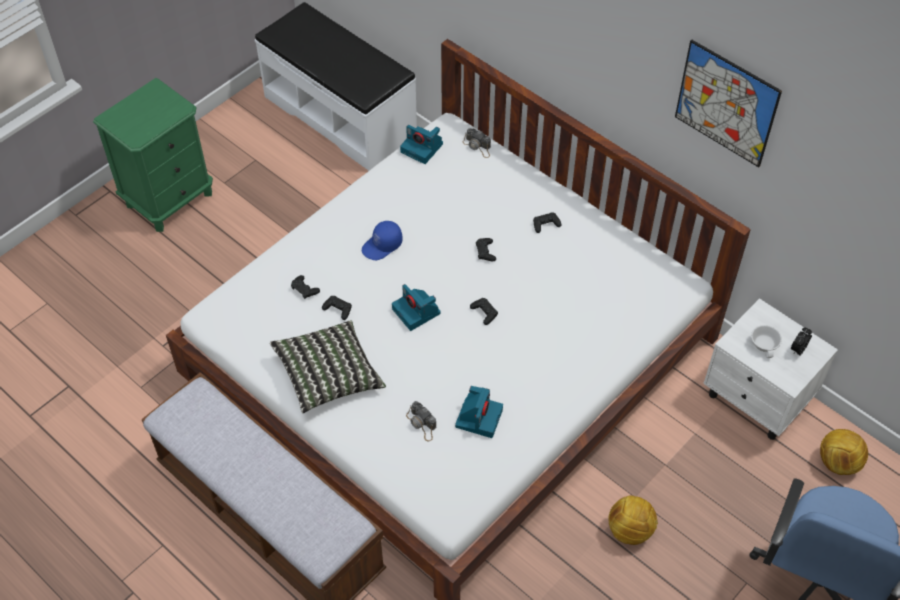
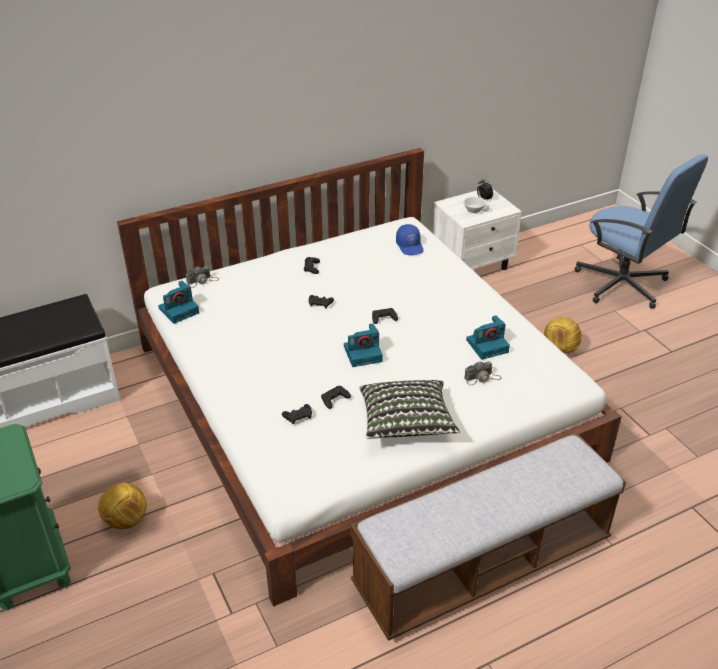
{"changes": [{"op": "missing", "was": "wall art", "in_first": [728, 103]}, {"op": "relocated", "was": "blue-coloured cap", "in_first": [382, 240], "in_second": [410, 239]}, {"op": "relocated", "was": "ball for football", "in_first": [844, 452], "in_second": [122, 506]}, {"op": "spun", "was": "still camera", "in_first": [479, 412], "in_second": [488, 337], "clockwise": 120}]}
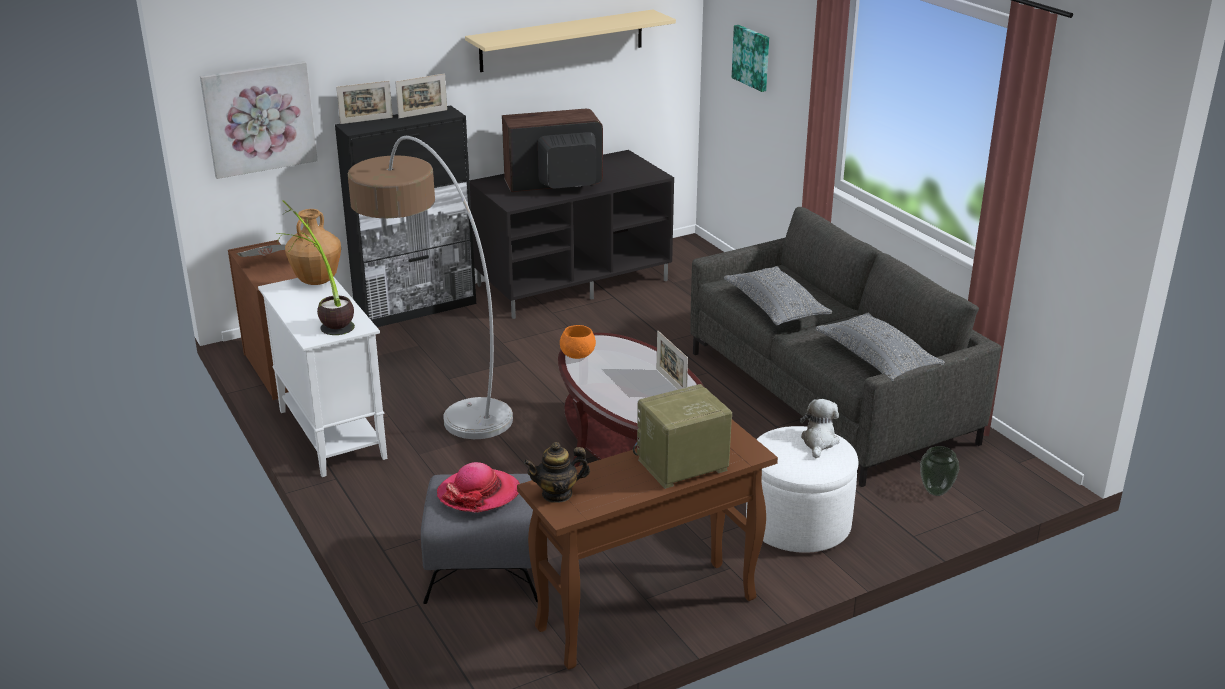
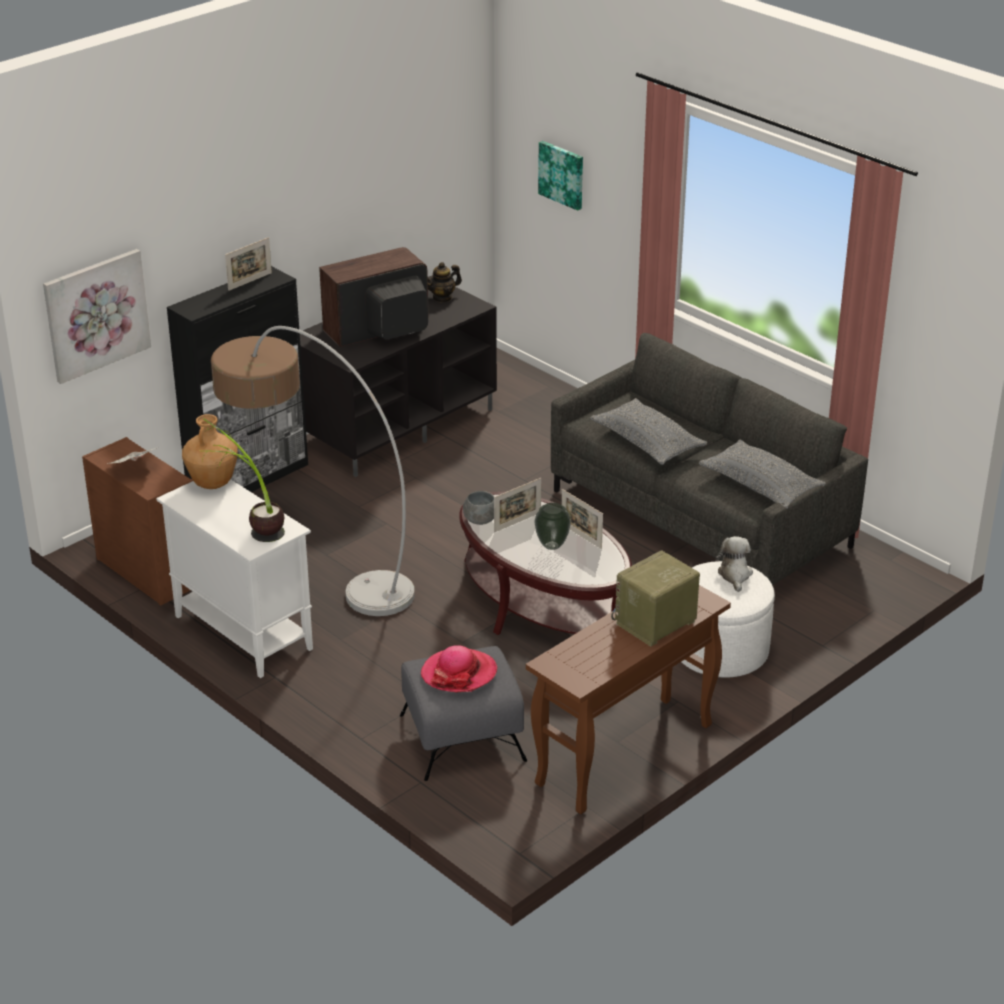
{"changes": [{"op": "missing", "was": "sand-coloured shelf", "in_first": [570, 41]}, {"op": "relocated", "was": "photo frame", "in_first": [364, 102], "in_second": [517, 505]}, {"op": "relocated", "was": "teapot", "in_first": [557, 472], "in_second": [445, 282]}, {"op": "relocated", "was": "flower vase", "in_first": [939, 471], "in_second": [552, 526]}, {"op": "colour", "was": "orange bowl", "now": "greyish bowl", "in_first": [578, 342], "in_second": [478, 508]}]}
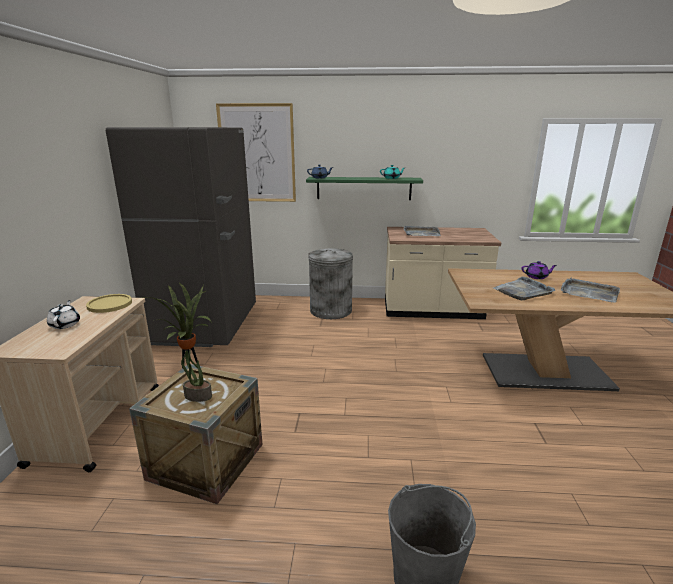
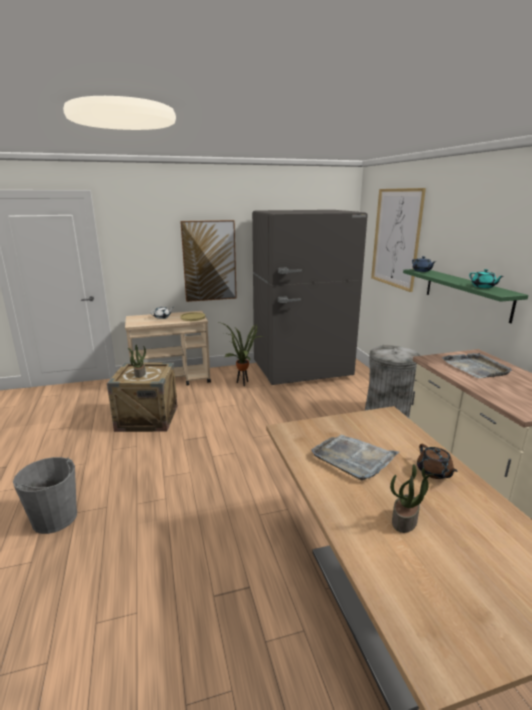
{"changes": [{"op": "appeared", "now": "wall art", "in_second": [208, 261]}, {"op": "exchanged", "was": "greyish serving tray", "now": "potted plant", "in_first": [590, 290], "in_second": [411, 498]}, {"op": "colour", "was": "purple teapot", "now": "brownish teapot", "in_first": [539, 270], "in_second": [437, 461]}]}
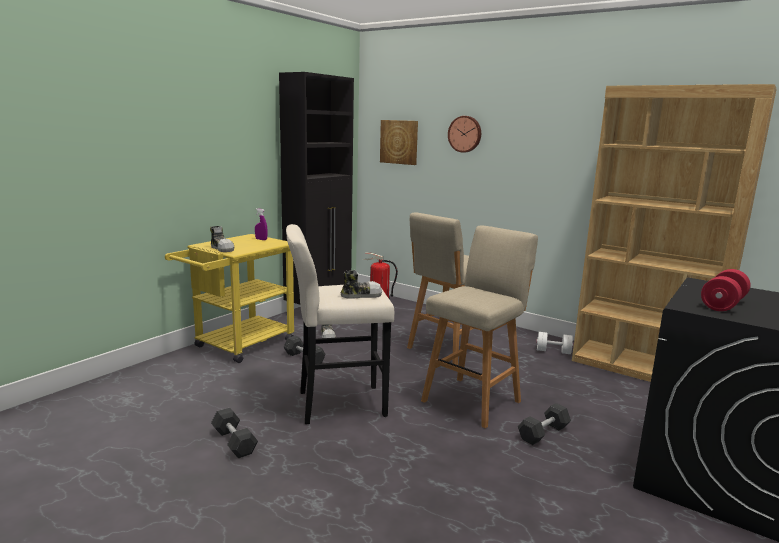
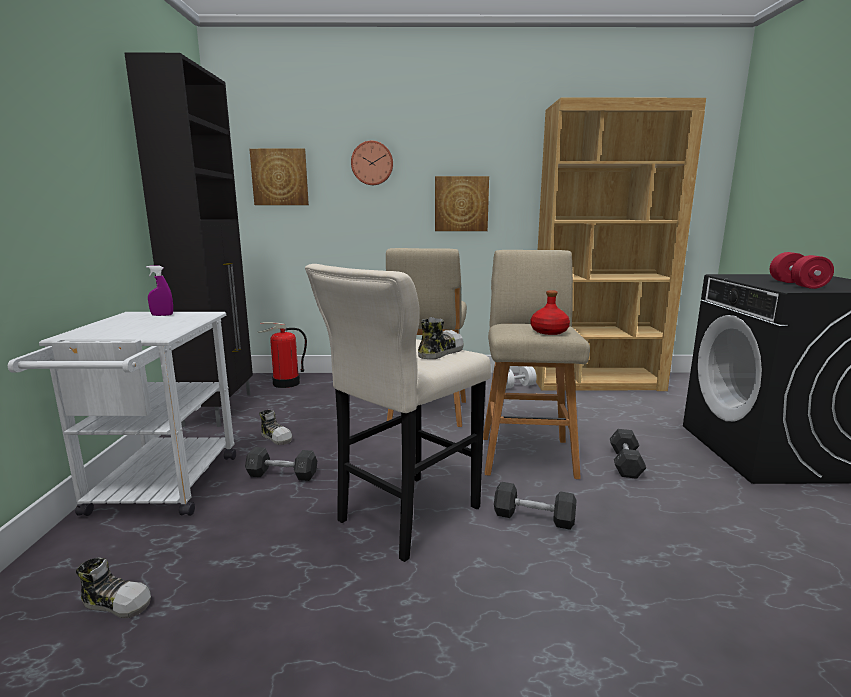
{"changes": [{"op": "appeared", "now": "wall art", "in_second": [462, 203]}, {"op": "appeared", "now": "red-coloured drink bottle", "in_second": [550, 312]}, {"op": "relocated", "was": "low shoe", "in_first": [222, 239], "in_second": [113, 587]}, {"op": "relocated", "was": "greyish hand weight", "in_first": [234, 433], "in_second": [535, 506]}, {"op": "colour", "was": "yellow cart", "now": "white-coloured cart", "in_first": [229, 298], "in_second": [122, 414]}]}
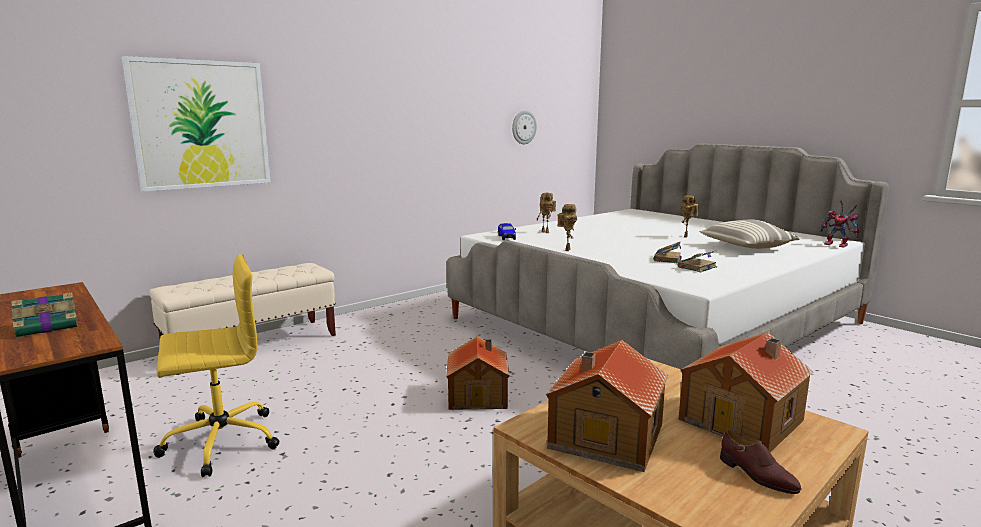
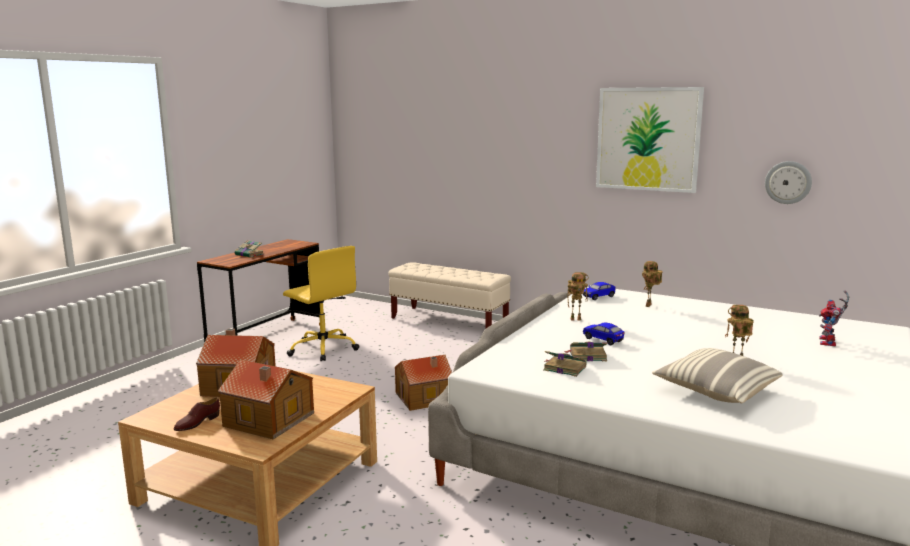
{"changes": [{"op": "appeared", "now": "model car", "in_second": [603, 334]}, {"op": "relocated", "was": "wall art", "in_first": [196, 124], "in_second": [650, 140]}, {"op": "relocated", "was": "robot figure", "in_first": [840, 224], "in_second": [834, 318]}]}
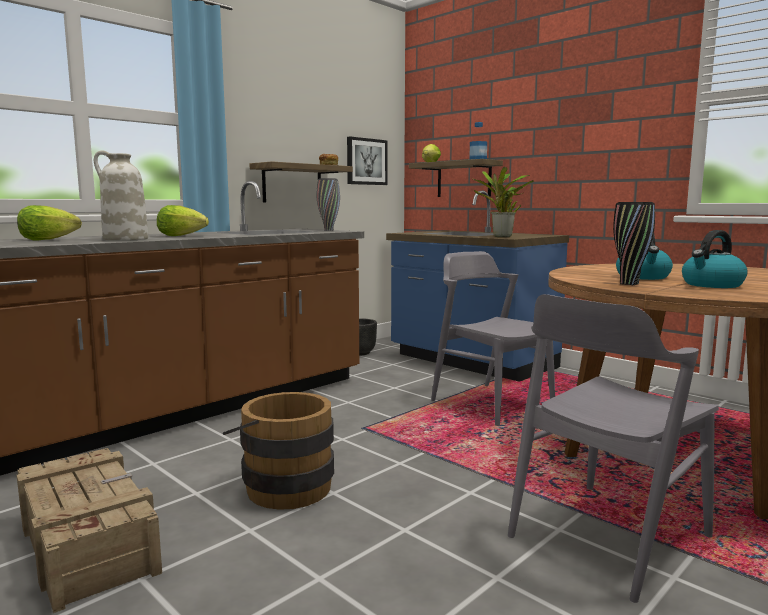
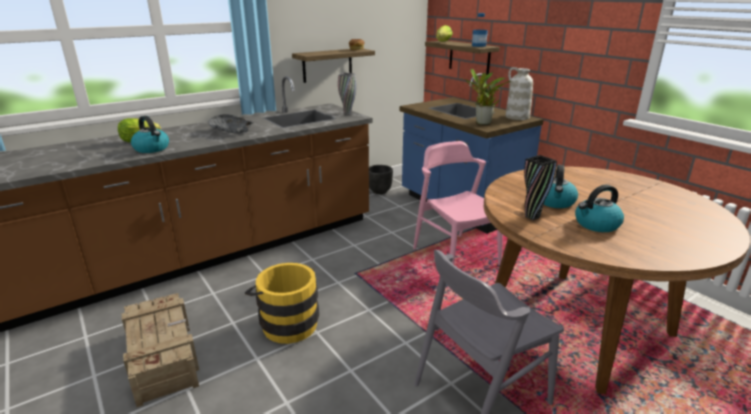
{"changes": [{"op": "missing", "was": "wall art", "in_first": [367, 160]}, {"op": "appeared", "now": "water kettle", "in_second": [150, 134]}, {"op": "relocated", "was": "white-coloured flower vase", "in_first": [121, 195], "in_second": [519, 93]}, {"op": "exchanged", "was": "head of lettuce", "now": "greyish bowl", "in_first": [183, 220], "in_second": [231, 124]}, {"op": "colour", "was": "brownish water bucket", "now": "yellow water bucket", "in_first": [278, 451], "in_second": [282, 303]}, {"op": "colour", "was": "greyish upright chair", "now": "pinkish upright chair", "in_first": [493, 338], "in_second": [458, 203]}]}
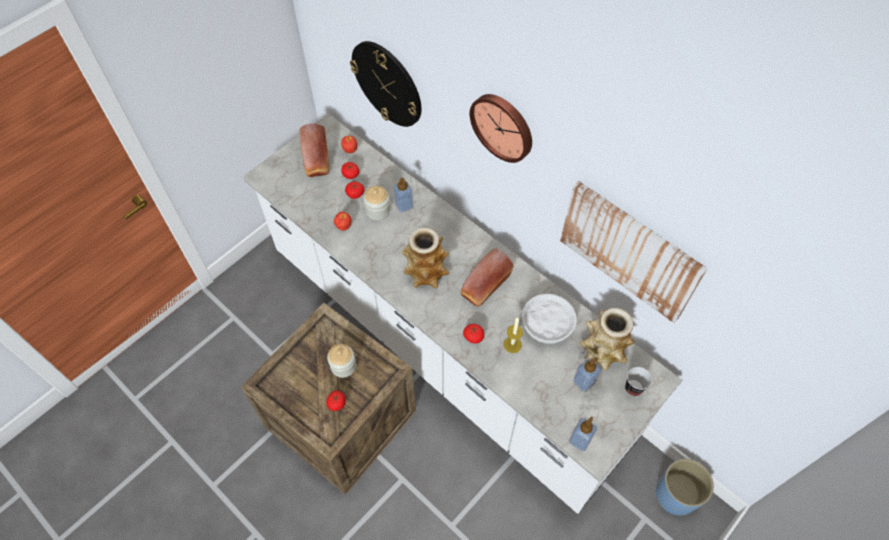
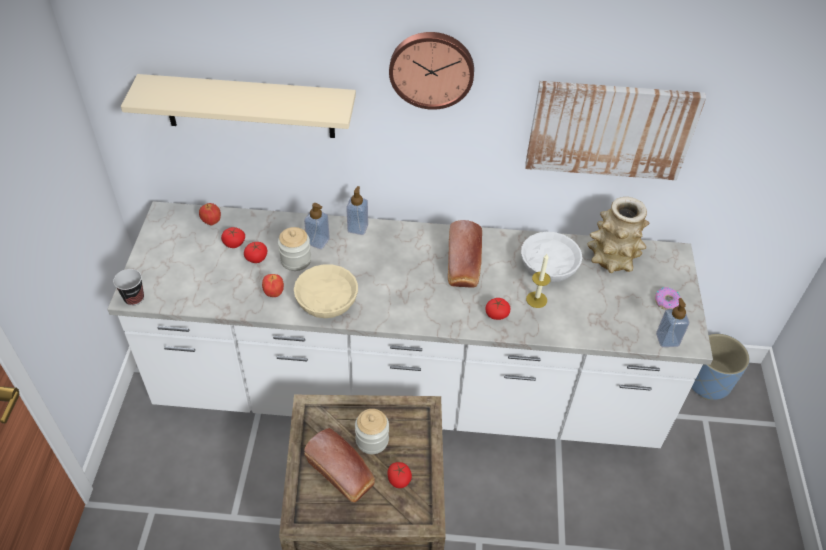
{"changes": [{"op": "missing", "was": "flower vase", "in_first": [425, 257]}, {"op": "appeared", "now": "sand-coloured bowl", "in_second": [326, 291]}, {"op": "appeared", "now": "ring doughnut", "in_second": [668, 298]}, {"op": "relocated", "was": "baked bread", "in_first": [314, 150], "in_second": [339, 465]}, {"op": "relocated", "was": "liquid soap bottle", "in_first": [587, 374], "in_second": [357, 210]}, {"op": "relocated", "was": "drinking cup", "in_first": [638, 381], "in_second": [128, 287]}, {"op": "exchanged", "was": "clock on the wall", "now": "sand-coloured shelf", "in_first": [386, 84], "in_second": [238, 106]}]}
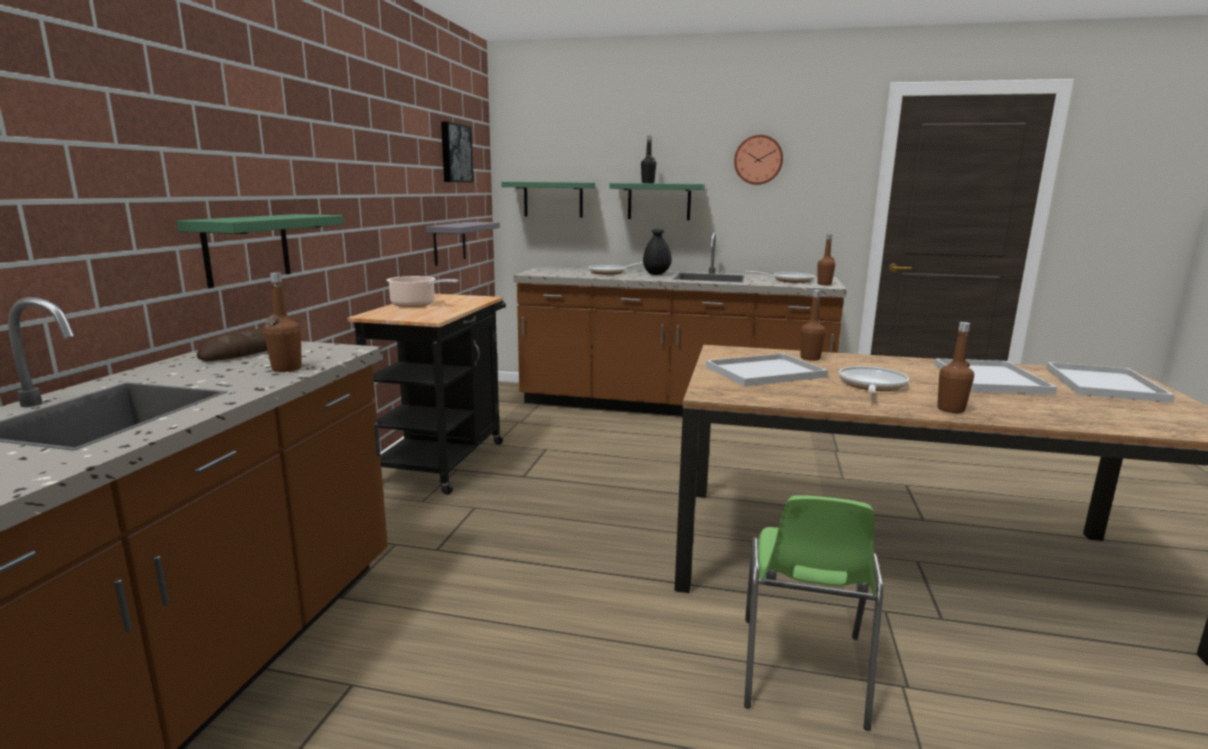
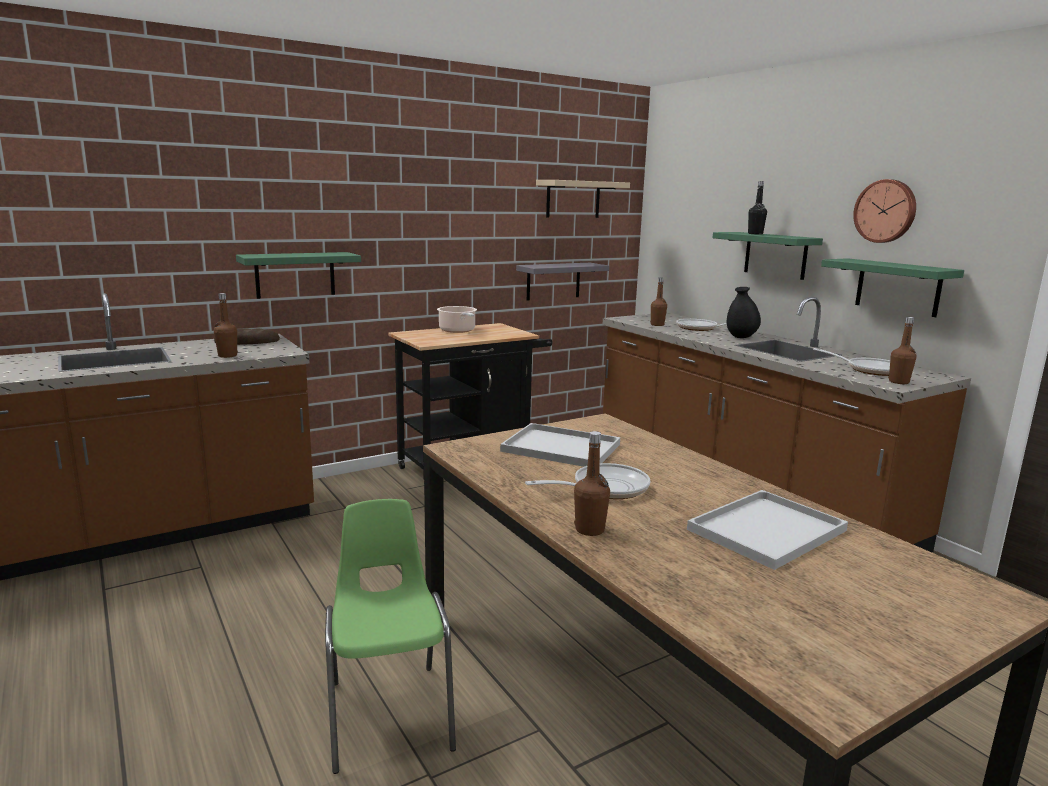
{"changes": [{"op": "missing", "was": "white-coloured serving tray", "in_first": [1110, 382]}, {"op": "relocated", "was": "green-coloured shelf", "in_first": [548, 200], "in_second": [892, 287]}, {"op": "relocated", "was": "brownish drink bottle", "in_first": [813, 325], "in_second": [658, 302]}, {"op": "exchanged", "was": "wall art", "now": "sand-coloured shelf", "in_first": [457, 152], "in_second": [583, 199]}, {"op": "spun", "was": "green-coloured upright chair", "in_first": [813, 613], "in_second": [390, 636], "clockwise": 105}]}
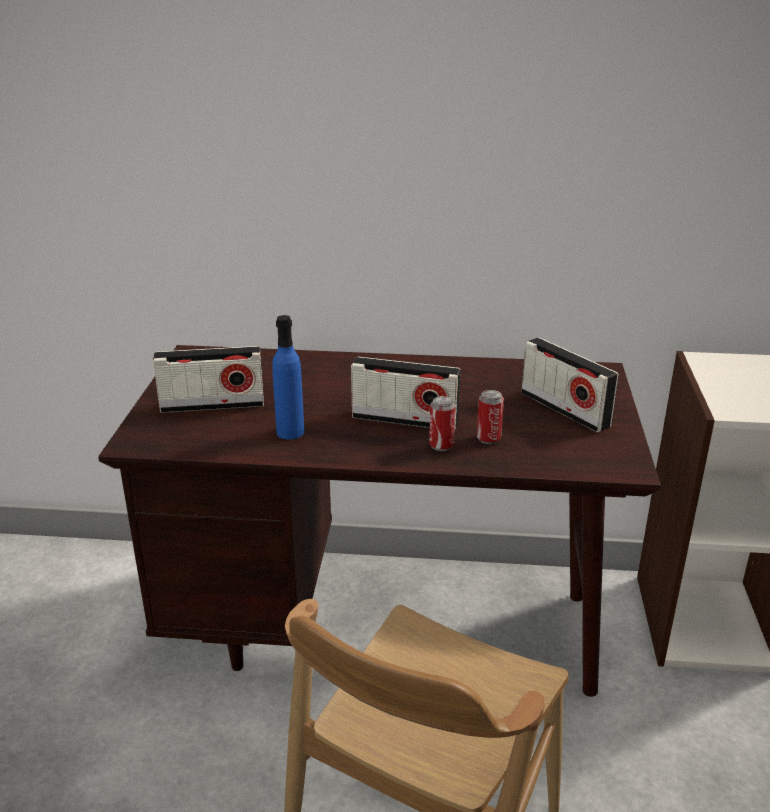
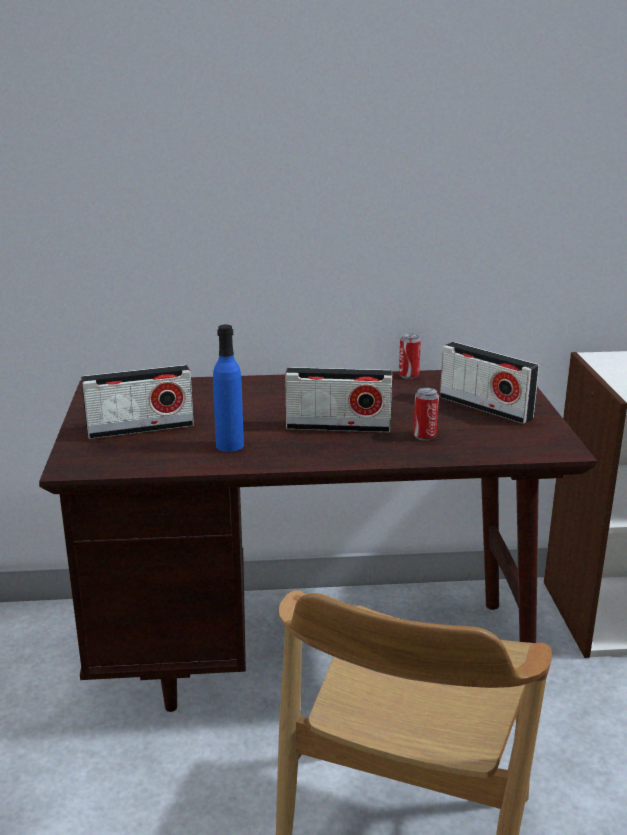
{"changes": [{"op": "relocated", "was": "sealed can", "in_first": [442, 423], "in_second": [410, 356]}]}
